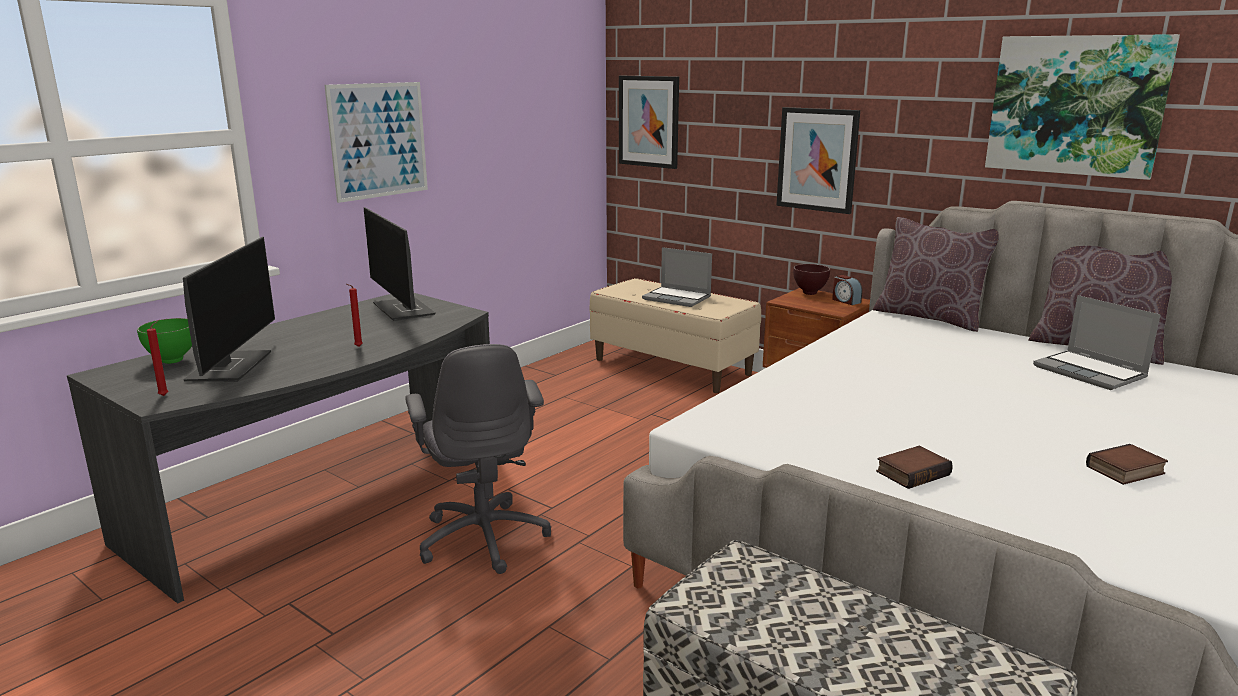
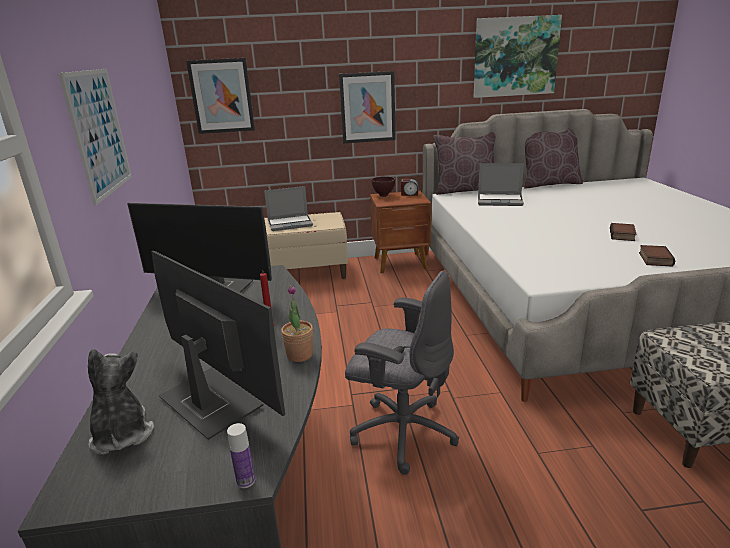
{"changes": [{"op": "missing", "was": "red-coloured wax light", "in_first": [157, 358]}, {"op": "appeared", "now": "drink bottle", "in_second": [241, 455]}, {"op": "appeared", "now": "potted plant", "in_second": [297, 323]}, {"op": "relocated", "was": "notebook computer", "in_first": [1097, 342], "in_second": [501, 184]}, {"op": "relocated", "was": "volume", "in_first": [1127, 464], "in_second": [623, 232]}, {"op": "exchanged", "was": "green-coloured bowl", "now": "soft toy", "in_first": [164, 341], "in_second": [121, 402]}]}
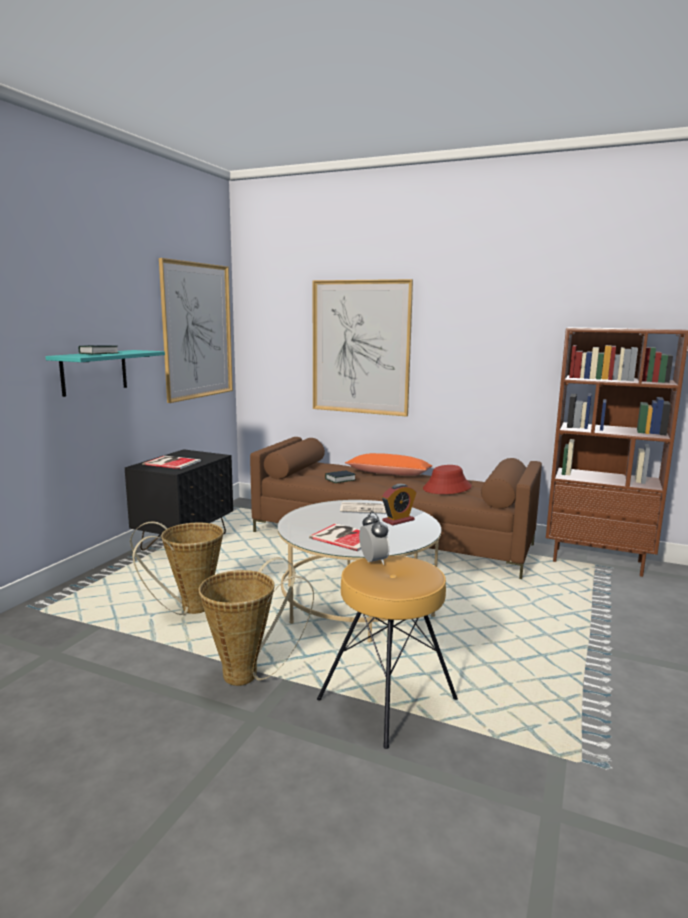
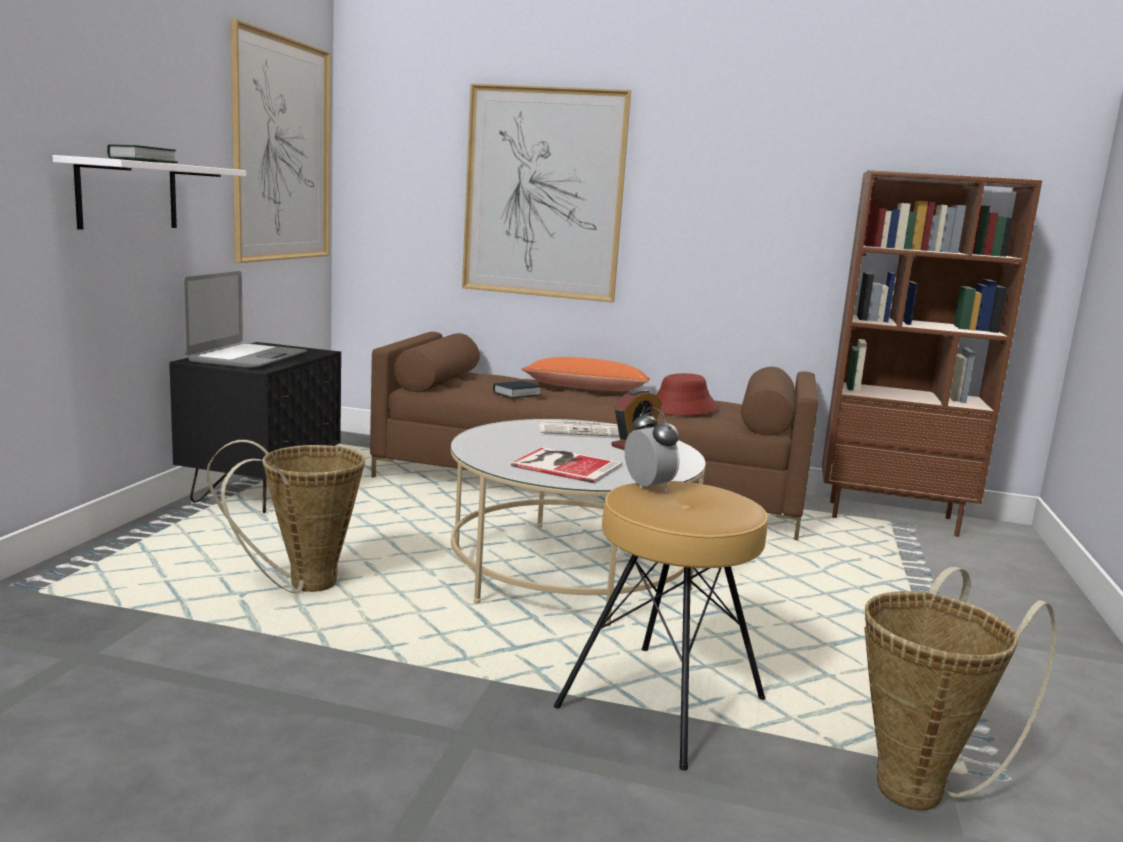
{"changes": [{"op": "relocated", "was": "basket", "in_first": [256, 622], "in_second": [960, 688]}, {"op": "exchanged", "was": "volume", "now": "notebook computer", "in_first": [171, 462], "in_second": [244, 319]}, {"op": "colour", "was": "turquoise shelf", "now": "white-coloured shelf", "in_first": [105, 373], "in_second": [149, 192]}]}
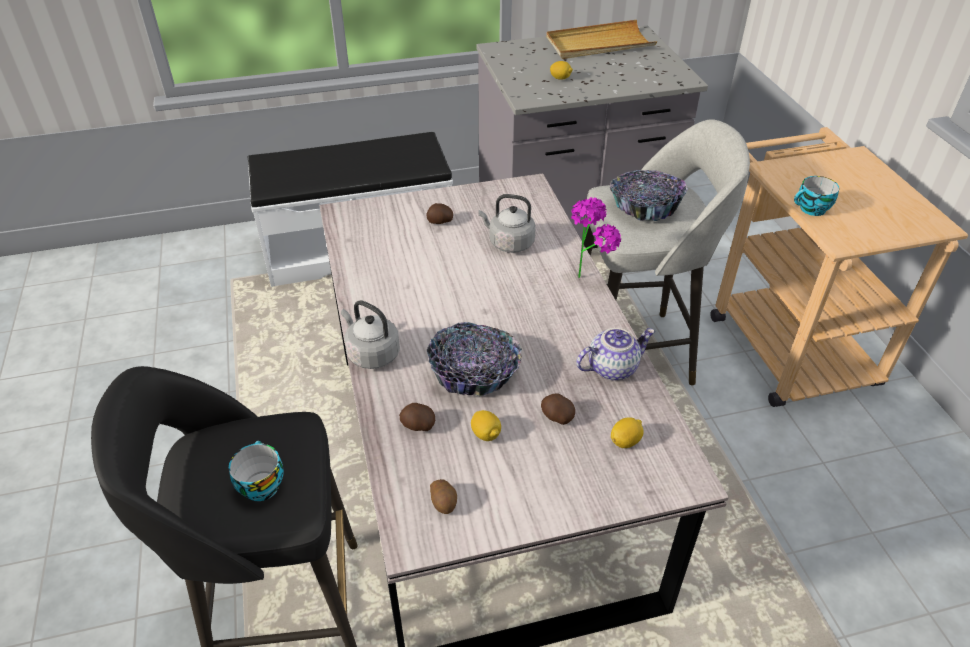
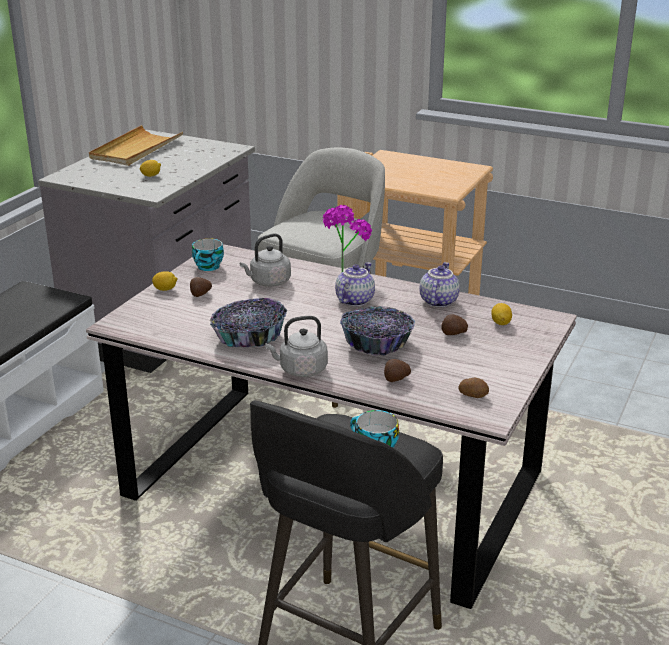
{"changes": [{"op": "appeared", "now": "teapot", "in_second": [355, 284]}, {"op": "relocated", "was": "citrus fruit", "in_first": [486, 425], "in_second": [165, 281]}, {"op": "relocated", "was": "bowl", "in_first": [649, 195], "in_second": [248, 322]}, {"op": "relocated", "was": "drinking cup", "in_first": [816, 196], "in_second": [208, 254]}]}
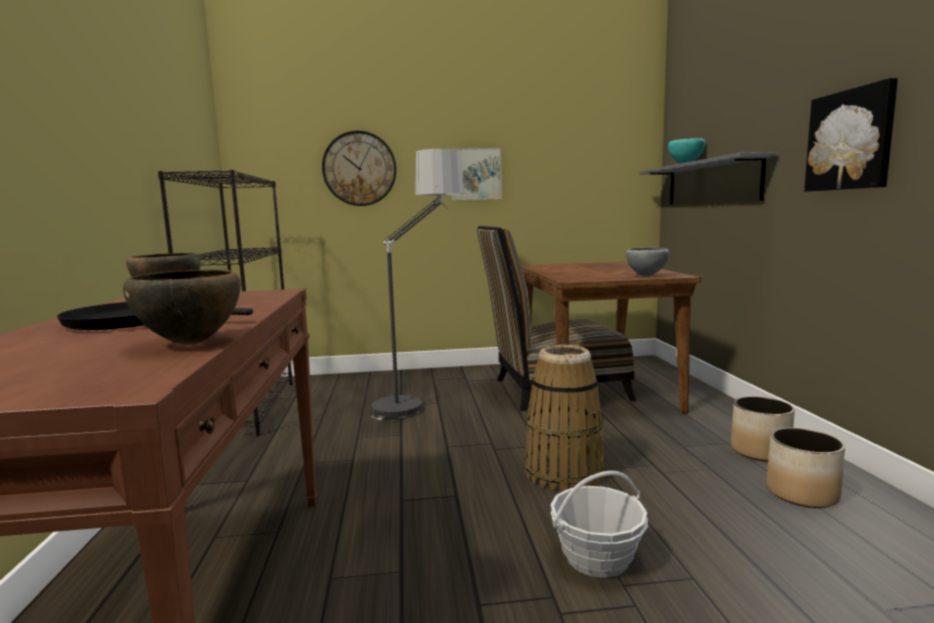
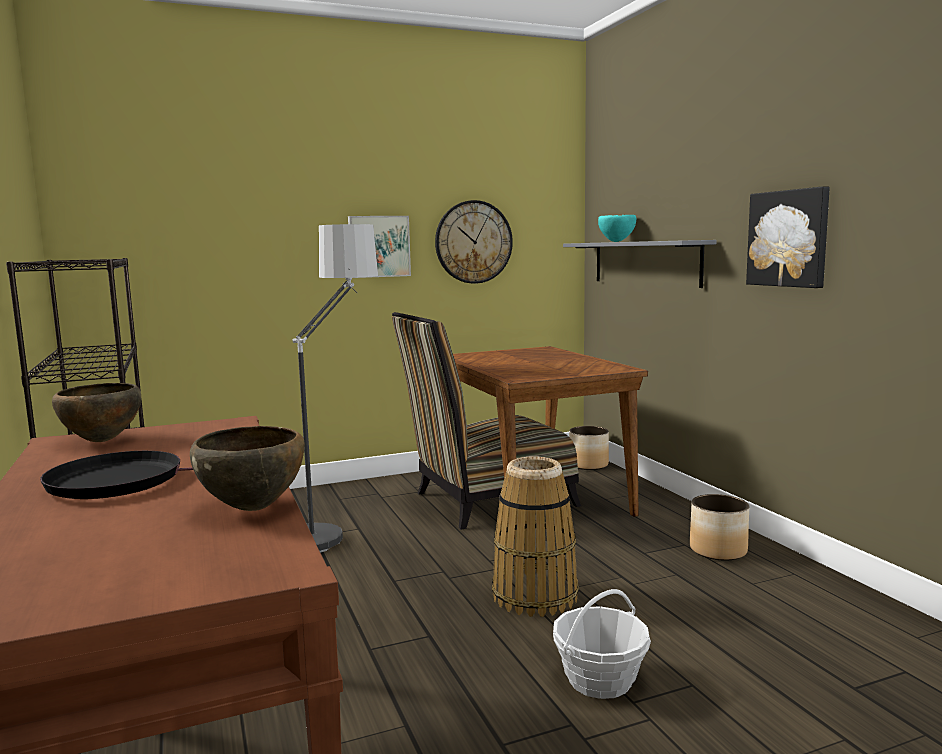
{"changes": [{"op": "missing", "was": "greyish bowl", "in_first": [647, 262]}, {"op": "relocated", "was": "clock on the wall", "in_first": [359, 168], "in_second": [474, 242]}, {"op": "relocated", "was": "plant pot", "in_first": [806, 468], "in_second": [589, 448]}]}
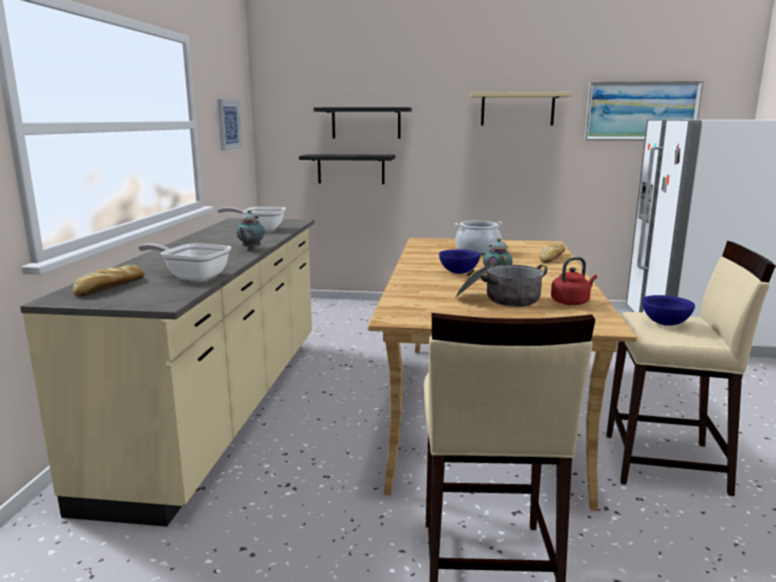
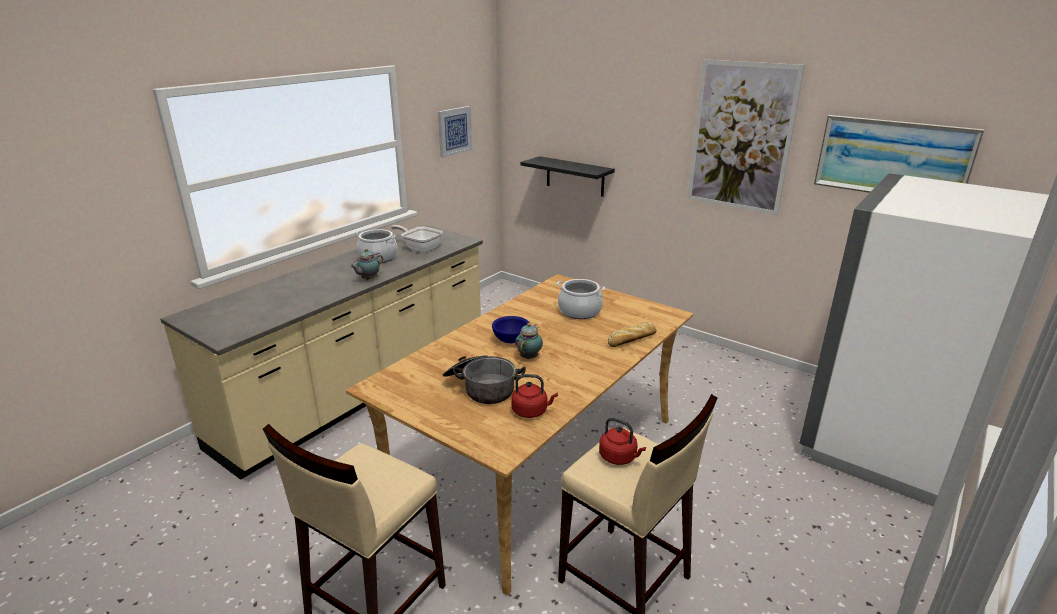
{"changes": [{"op": "missing", "was": "baked bread", "in_first": [108, 281]}, {"op": "missing", "was": "skillet", "in_first": [184, 262]}, {"op": "missing", "was": "black-coloured shelf", "in_first": [363, 123]}, {"op": "appeared", "now": "cooking pot", "in_second": [377, 246]}, {"op": "exchanged", "was": "sand-coloured shelf", "now": "wall art", "in_first": [522, 109], "in_second": [746, 137]}, {"op": "exchanged", "was": "blue-coloured bowl", "now": "red-coloured water kettle", "in_first": [668, 310], "in_second": [622, 441]}]}
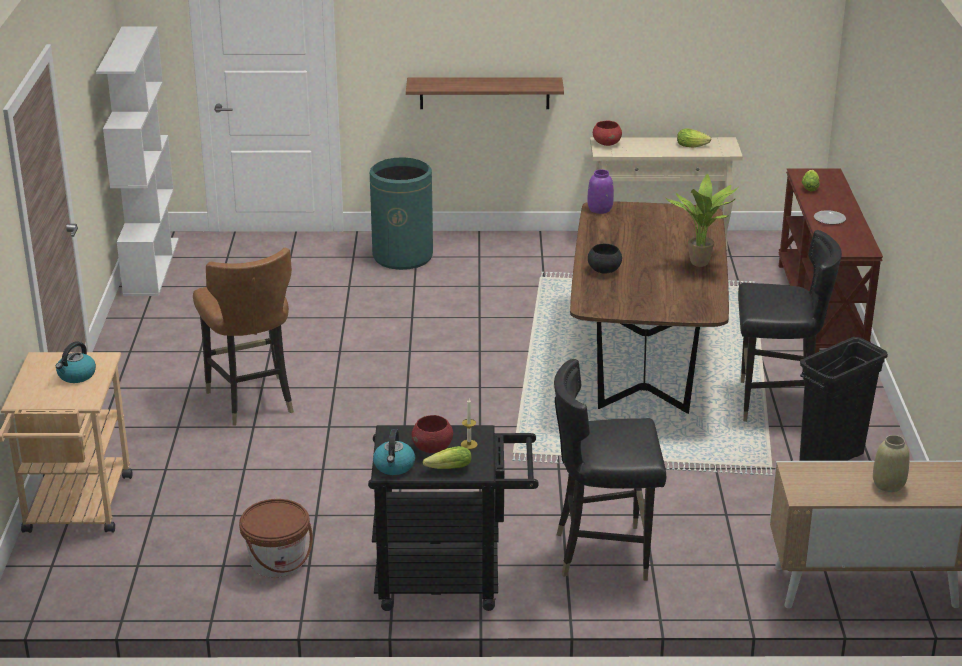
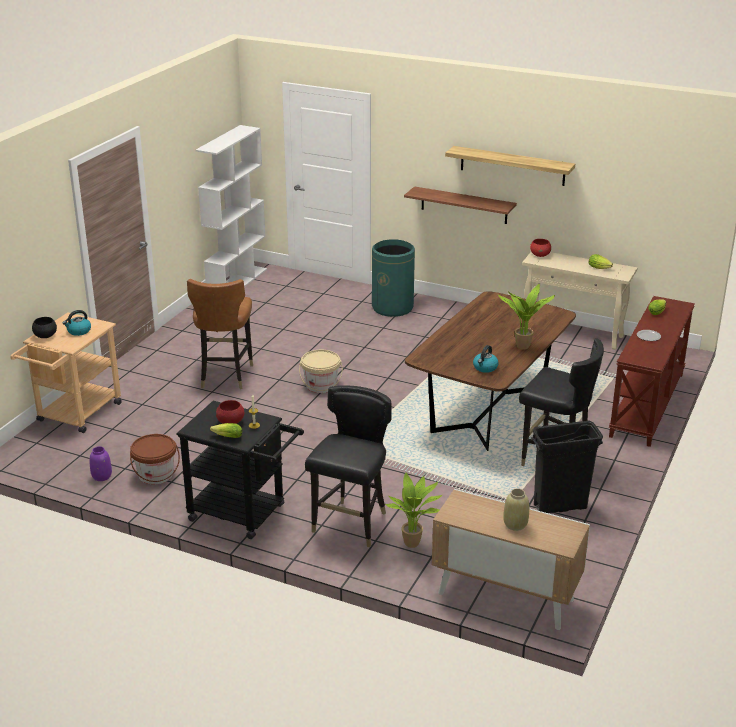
{"changes": [{"op": "appeared", "now": "sand-coloured water bucket", "in_second": [321, 371]}, {"op": "appeared", "now": "potted plant", "in_second": [413, 510]}, {"op": "appeared", "now": "shelf", "in_second": [510, 166]}, {"op": "relocated", "was": "water kettle", "in_first": [394, 452], "in_second": [485, 359]}, {"op": "relocated", "was": "purple flower vase", "in_first": [600, 191], "in_second": [100, 463]}, {"op": "relocated", "was": "black-coloured bowl", "in_first": [605, 259], "in_second": [44, 327]}, {"op": "spun", "was": "black-coloured upright chair", "in_first": [610, 470], "in_second": [348, 466], "clockwise": 90}]}
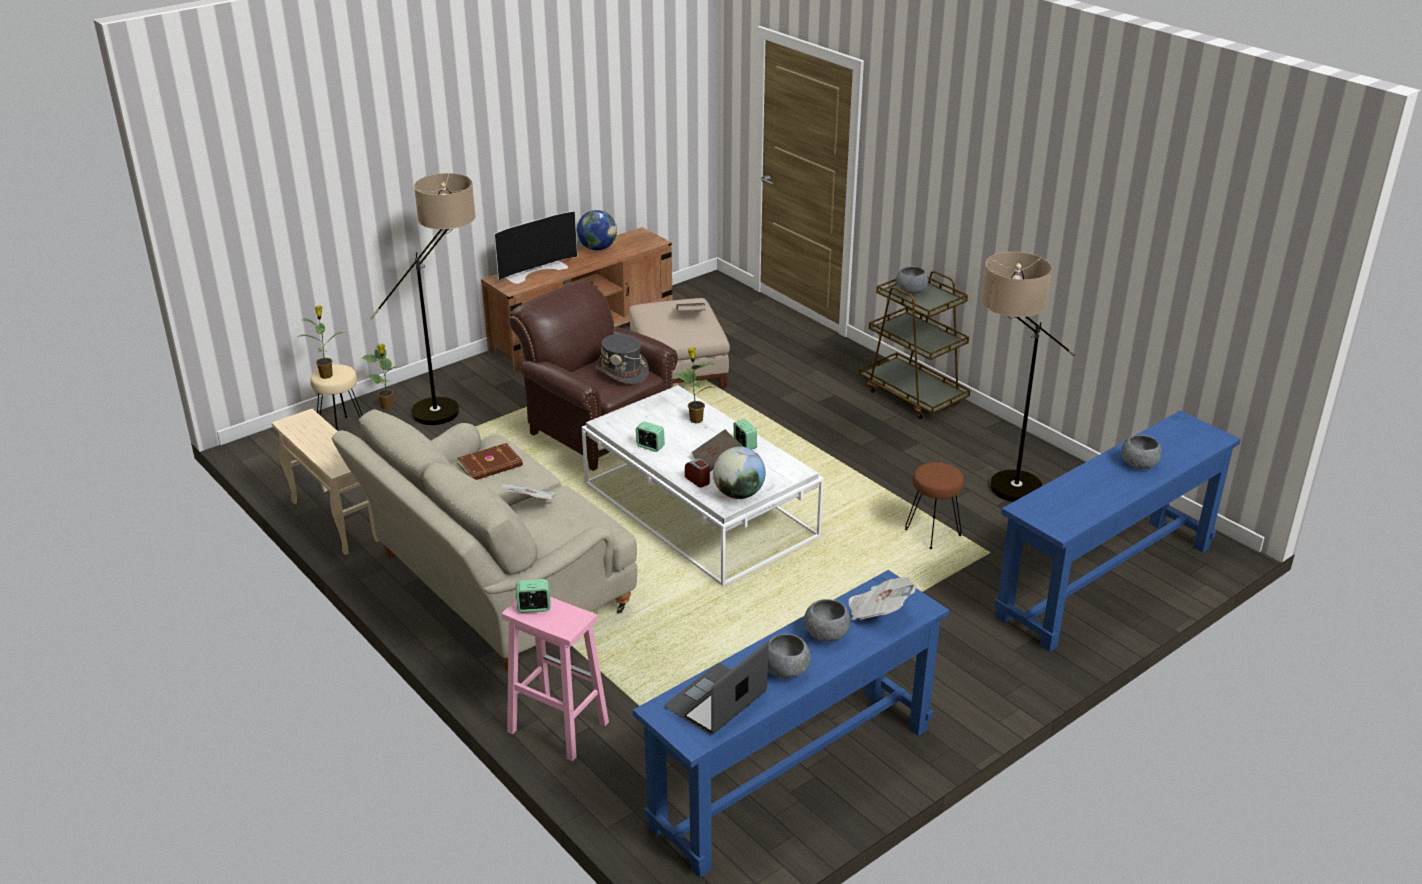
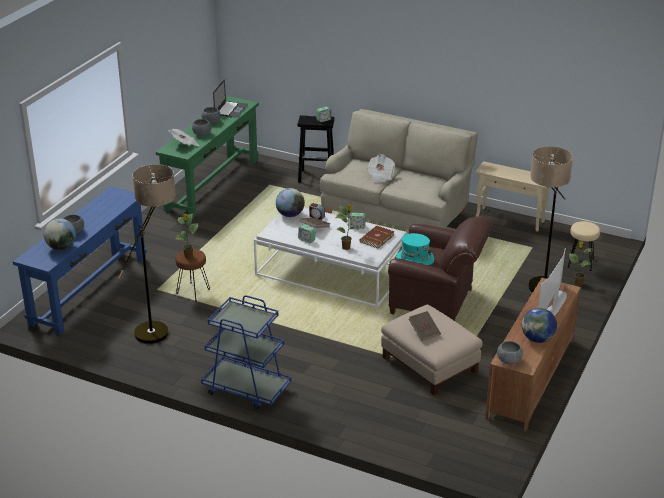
{"changes": [{"op": "appeared", "now": "world globe", "in_second": [60, 234]}, {"op": "relocated", "was": "potted plant", "in_first": [321, 342], "in_second": [187, 235]}, {"op": "relocated", "was": "brownish volume", "in_first": [490, 461], "in_second": [377, 236]}, {"op": "relocated", "was": "greyish bowl", "in_first": [912, 280], "in_second": [510, 352]}, {"op": "colour", "was": "pinkish stool", "now": "black-coloured stool", "in_first": [555, 679], "in_second": [316, 149]}, {"op": "colour", "was": "greyish wearable hat", "now": "turquoise wearable hat", "in_first": [622, 359], "in_second": [415, 249]}, {"op": "colour", "was": "blue-coloured console table", "now": "green-coloured console table", "in_first": [791, 723], "in_second": [207, 157]}, {"op": "colour", "was": "brownish cart", "now": "blue-coloured cart", "in_first": [915, 345], "in_second": [246, 352]}]}
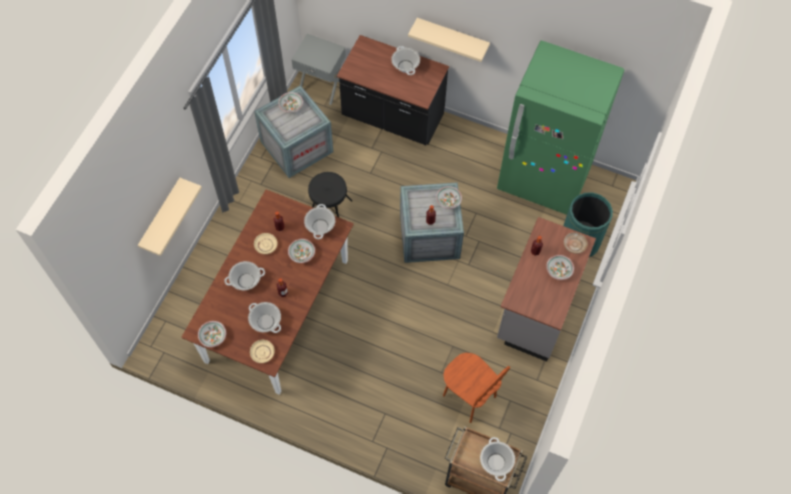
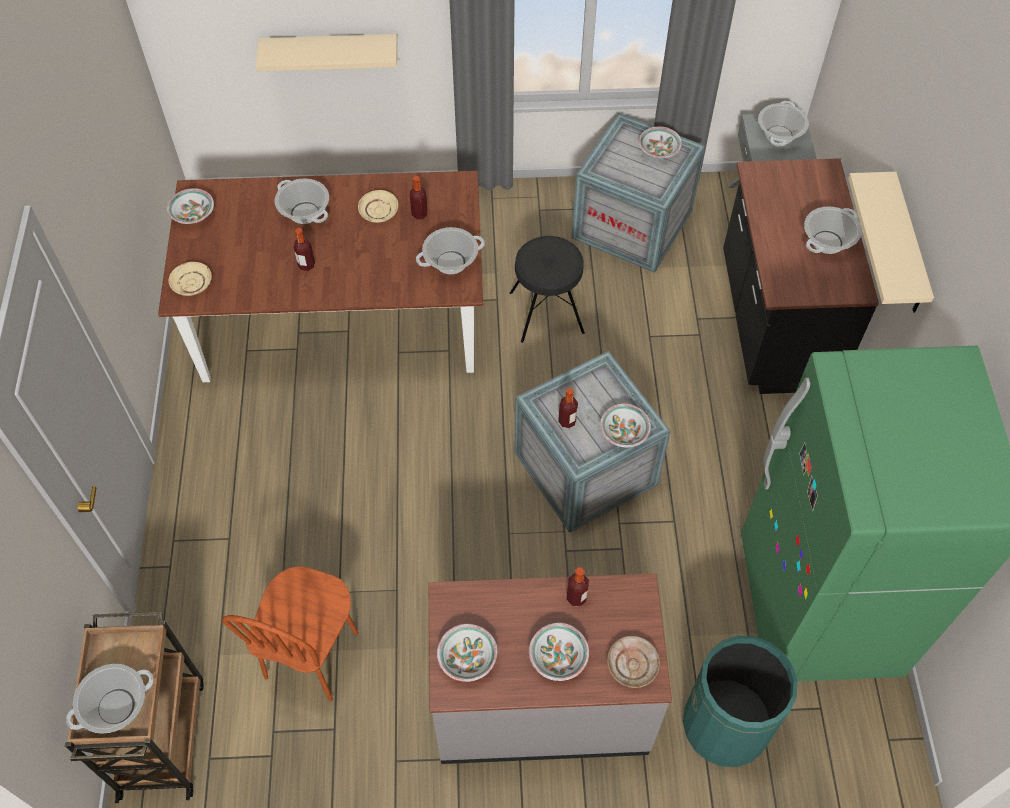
{"changes": [{"op": "relocated", "was": "cooking pot", "in_first": [264, 317], "in_second": [783, 124]}, {"op": "relocated", "was": "bowl", "in_first": [301, 251], "in_second": [467, 653]}]}
